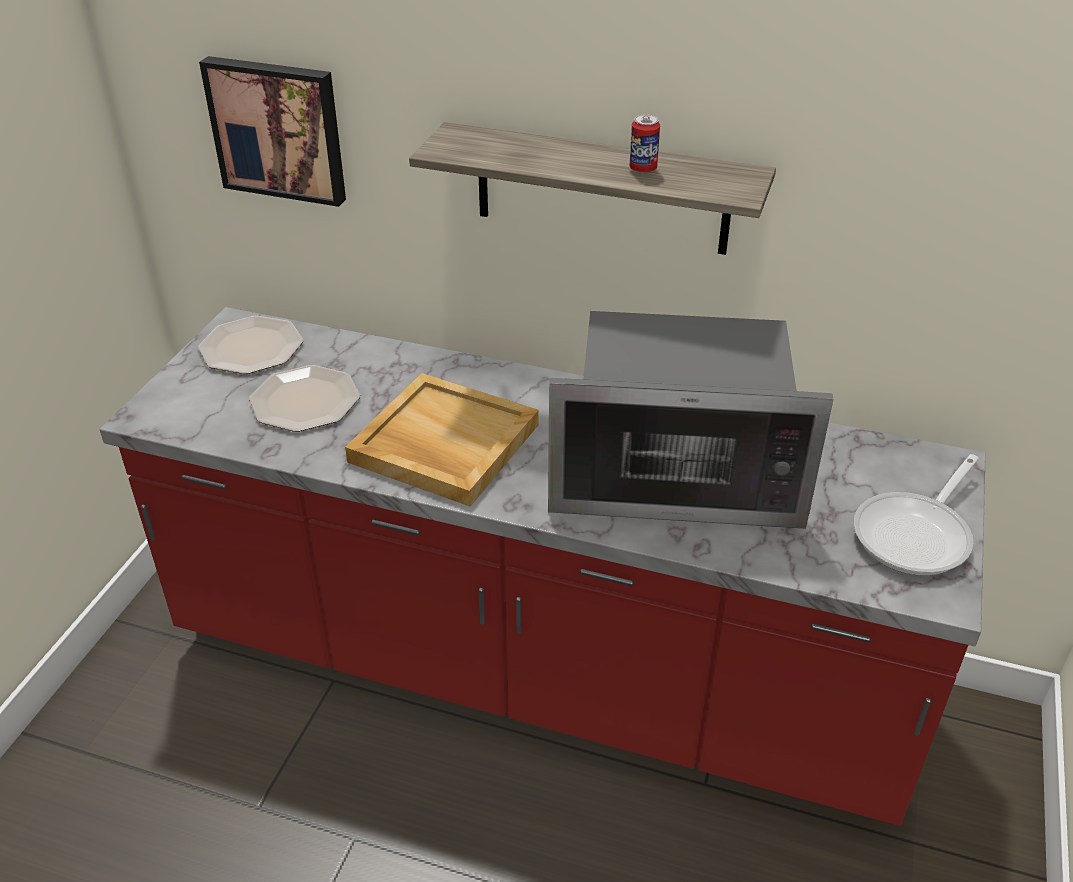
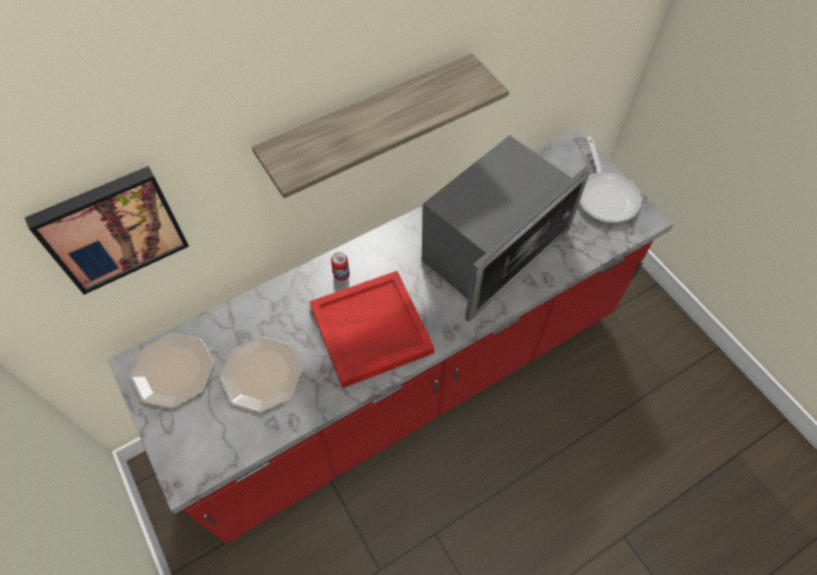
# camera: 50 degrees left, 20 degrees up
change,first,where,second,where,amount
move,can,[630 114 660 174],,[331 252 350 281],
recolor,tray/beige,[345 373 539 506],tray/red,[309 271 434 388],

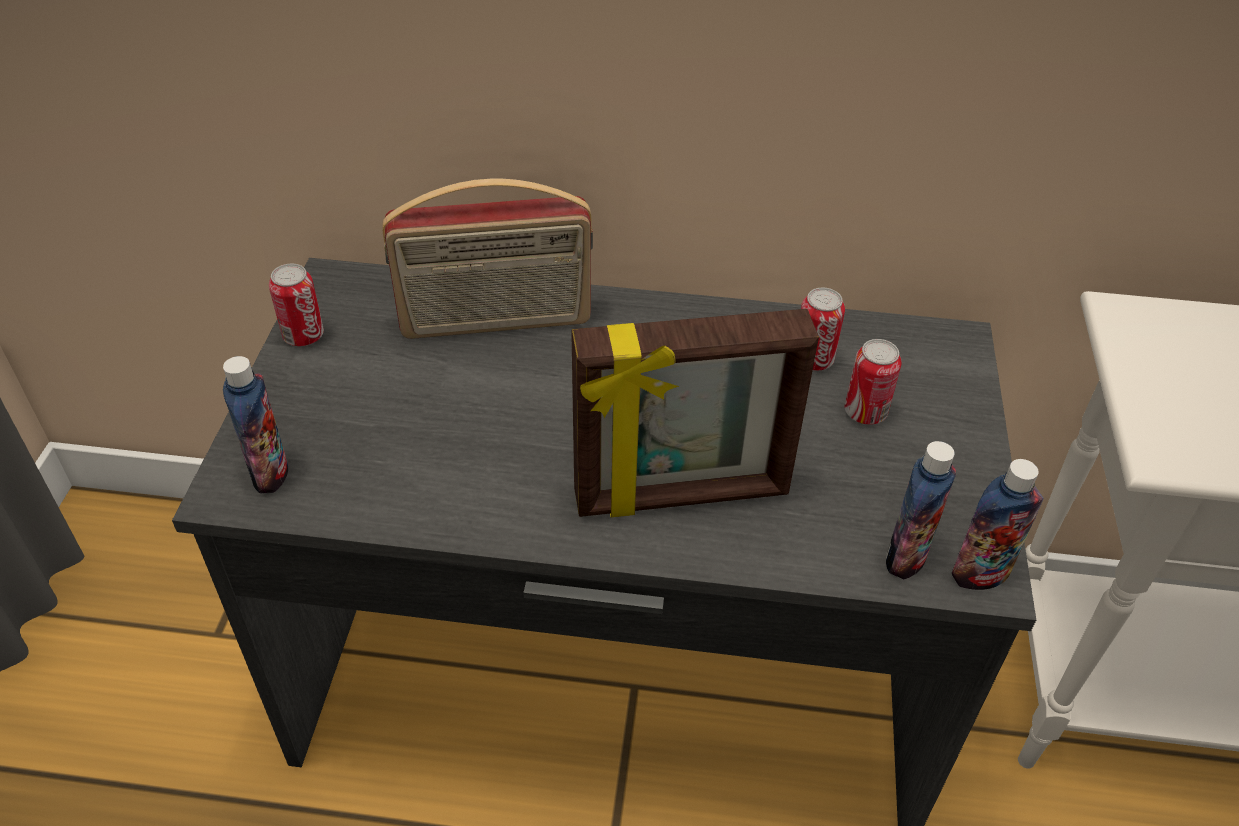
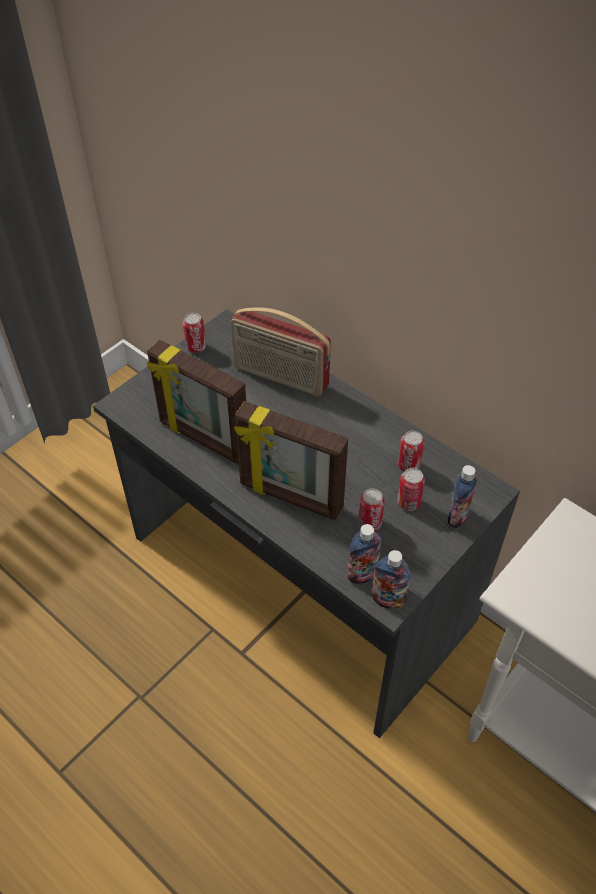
# camera: 35 degrees right, 5 degrees up
change,first,where,second,where,amount
insert,,,picture frame,[147 340 246 465],
insert,,,can,[358 489 385 531],
move,bottle,[223 356 288 494],,[448 465 477 528],

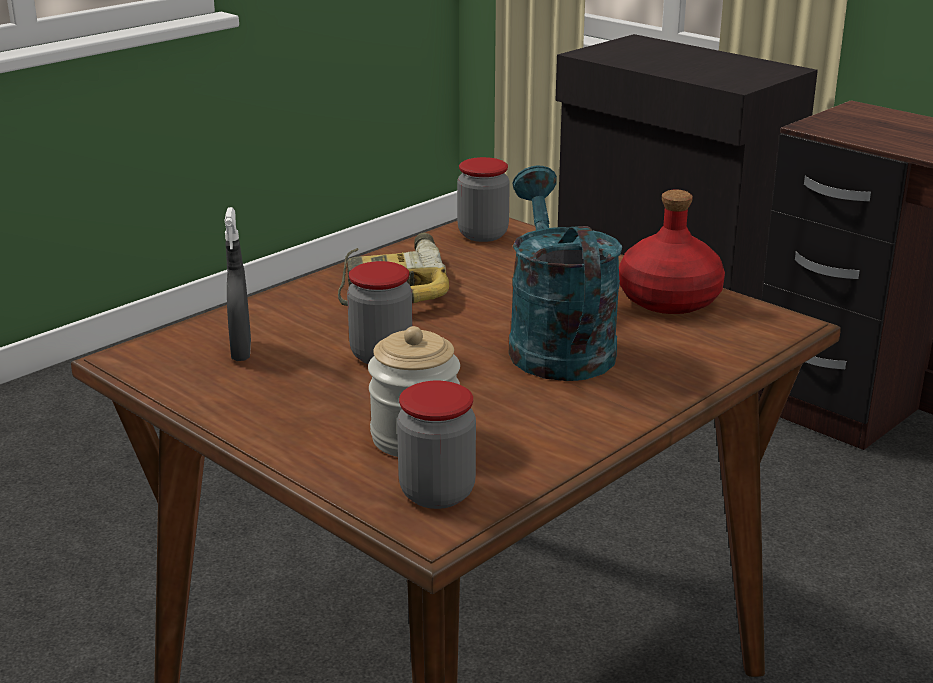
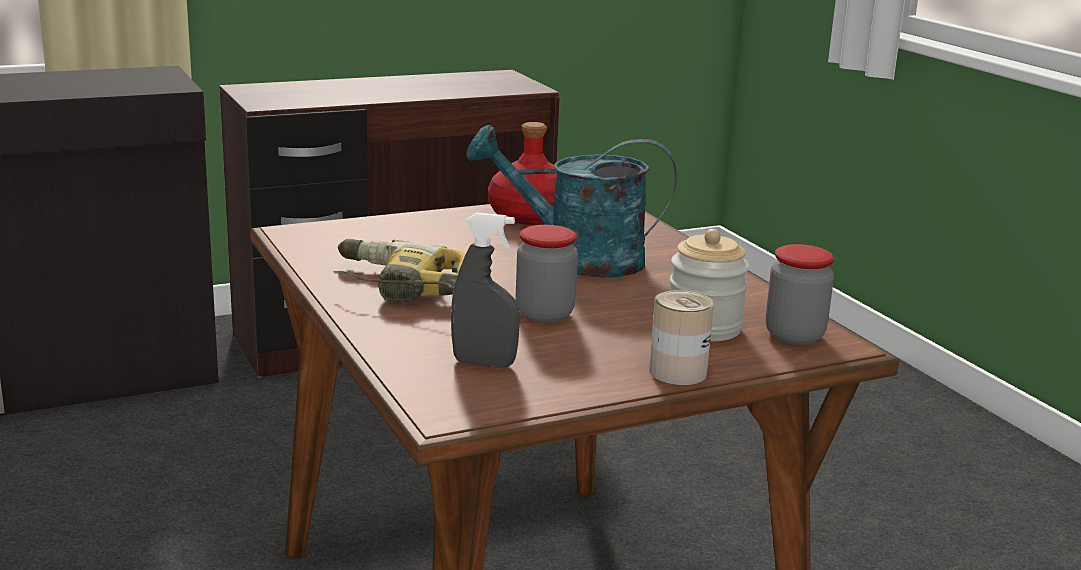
# camera: 70 degrees left, 5 degrees down
change,first,where,second,where,amount
delete,jar,[457 157 510 242],,,
insert,,,can,[649 290 714 385],

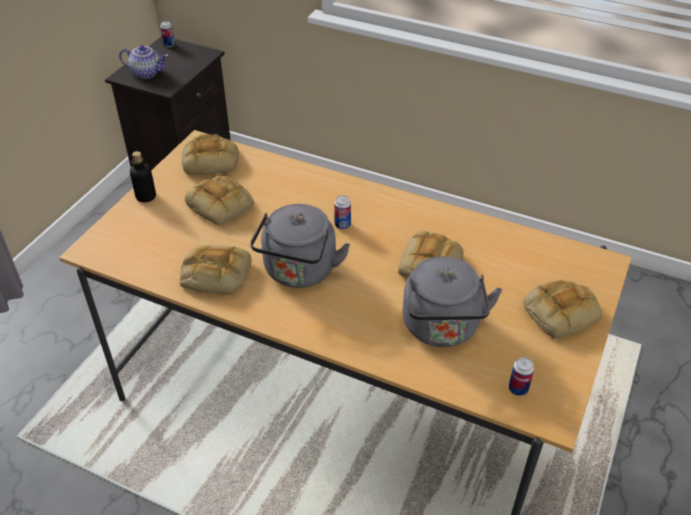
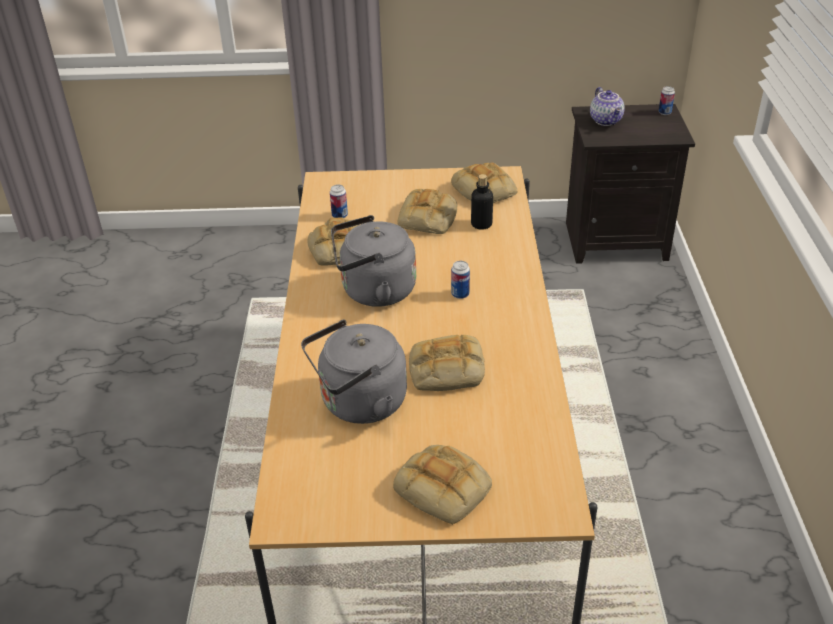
# camera: 65 degrees right, 5 degrees down
change,first,where,second,where,amount
move,bottle,[130 151 156 202],,[471 174 493 229],
move,can,[509 357 534 396],,[330 185 348 218],

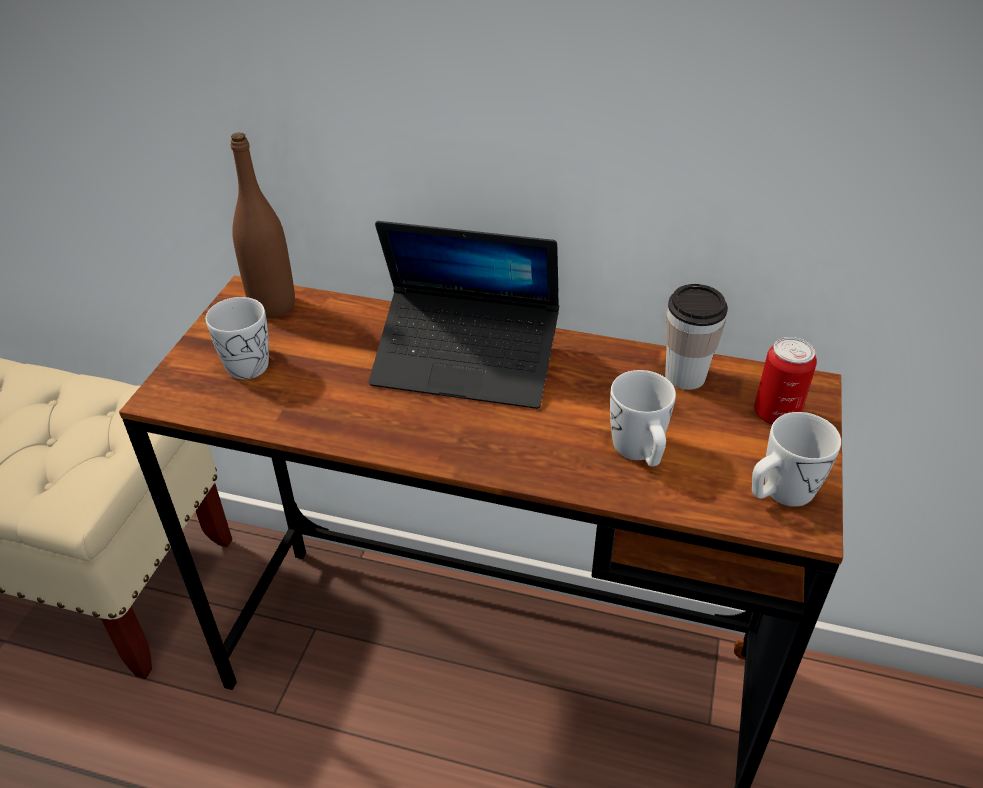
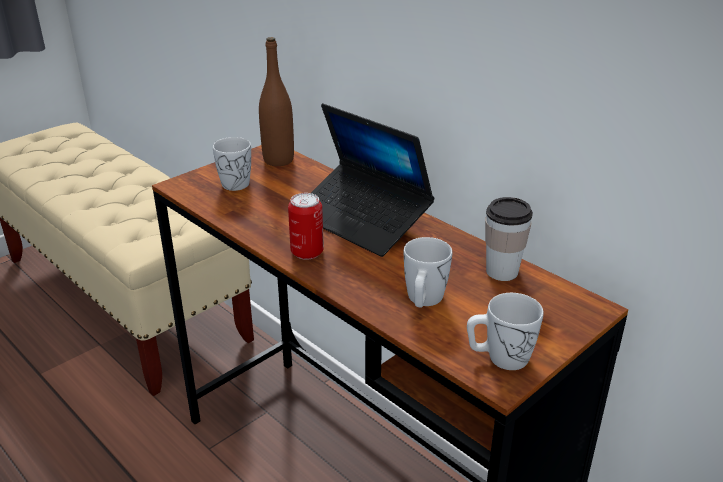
# camera: 30 degrees right, 10 degrees down
change,first,where,second,where,amount
move,can,[755 337 817 425],,[288 193 324 260],

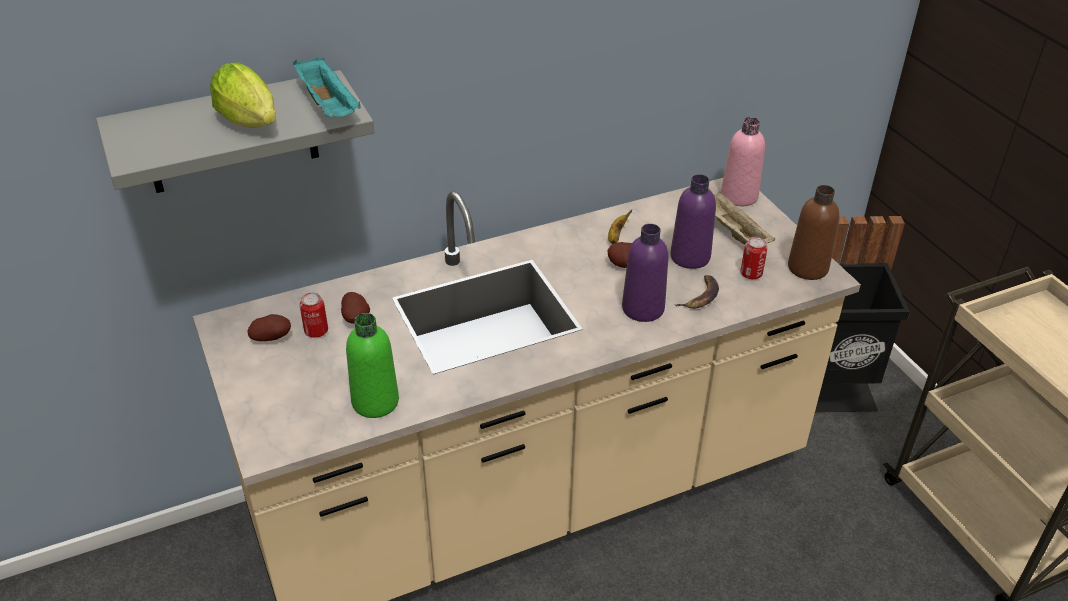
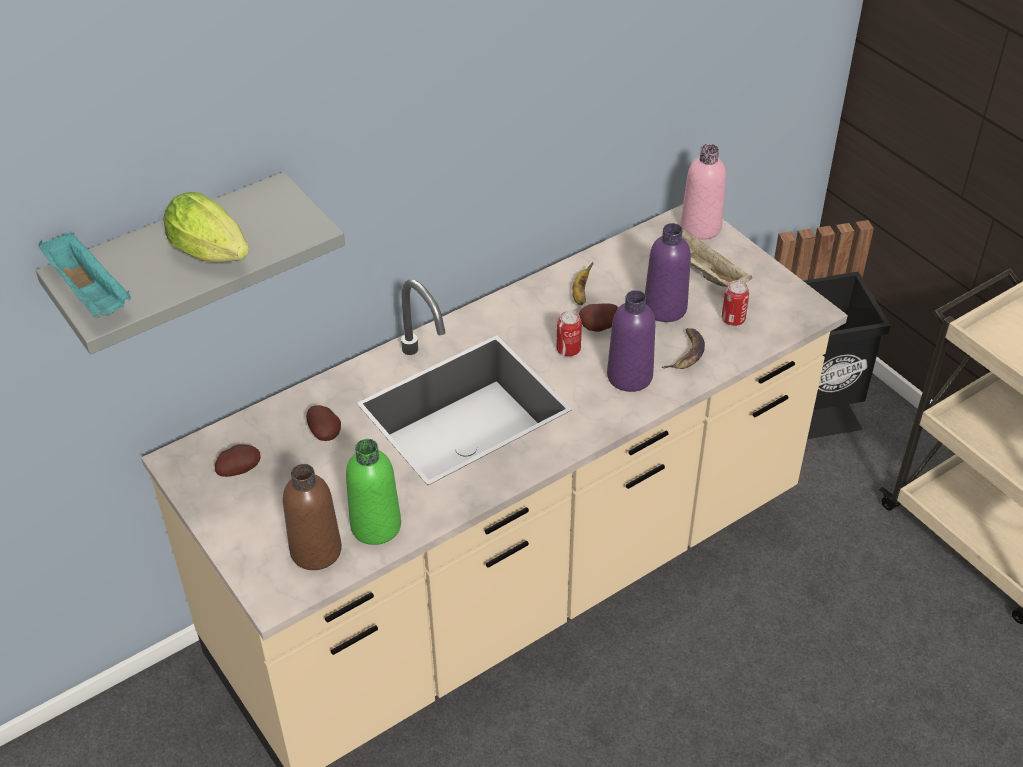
# camera: 10 degrees left, 5 degrees up
change,first,where,second,where,amount
move,tray/turquoise,[293 57 361 117],,[39 233 131 317],
move,can,[300 292 328 338],,[556 310 582 356],
move,bottle/brown,[788 185 839 280],,[283 464 342 570],

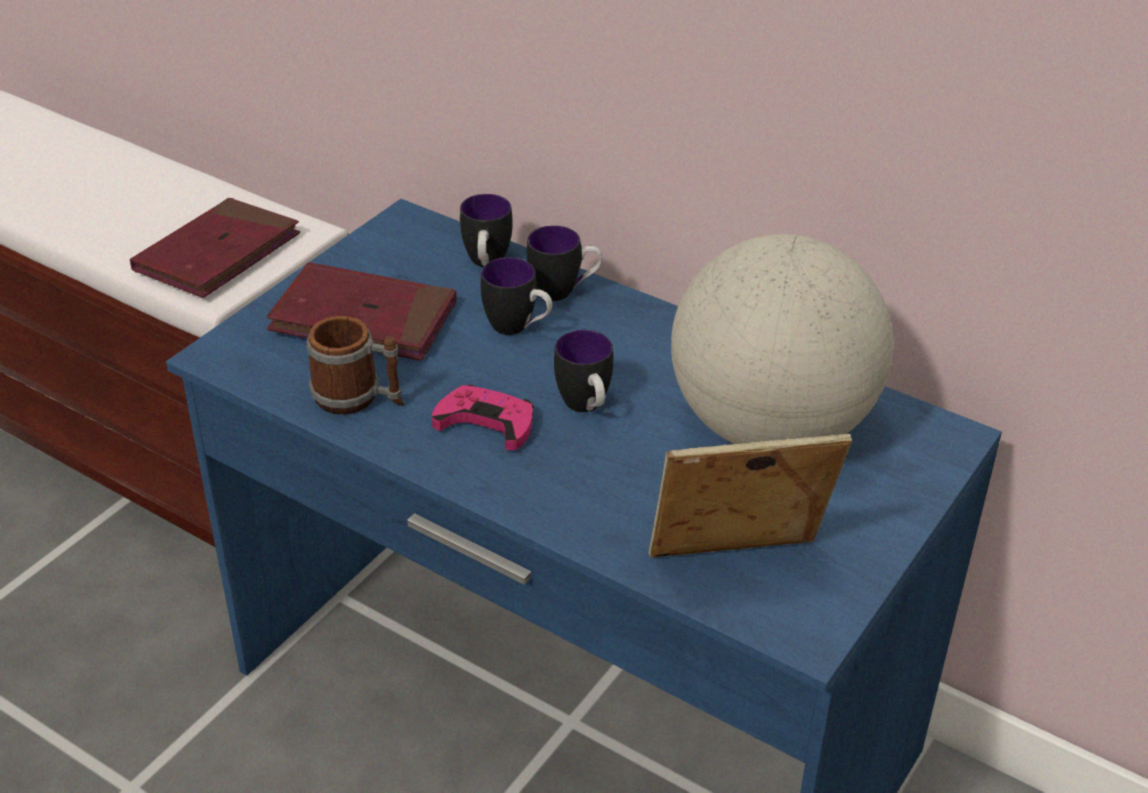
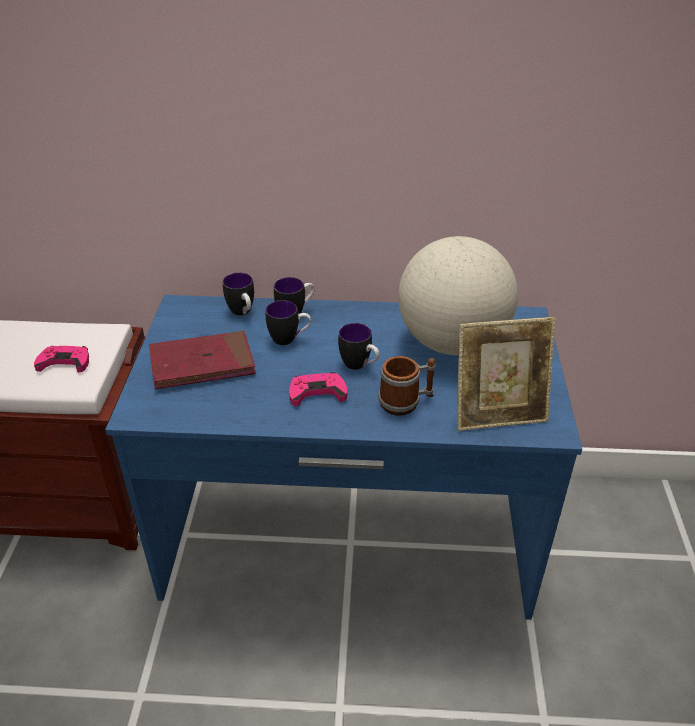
# camera: 30 degrees left, 0 degrees up
change,first,where,second,where,amount
move,mug,[306 316 404 414],,[378 356 435 416],
replace,book/red,[130 198 300 298],game controller/pink,[34 346 89 373],
rotate,picture frame,[648 434 852 558],,[457 317 556 431],150 degrees counterclockwise

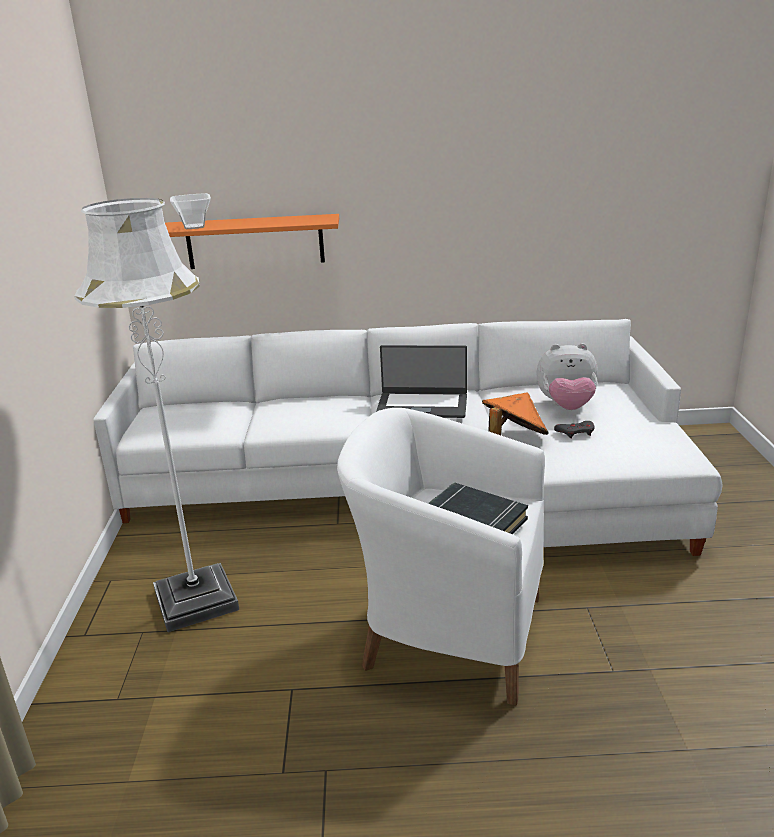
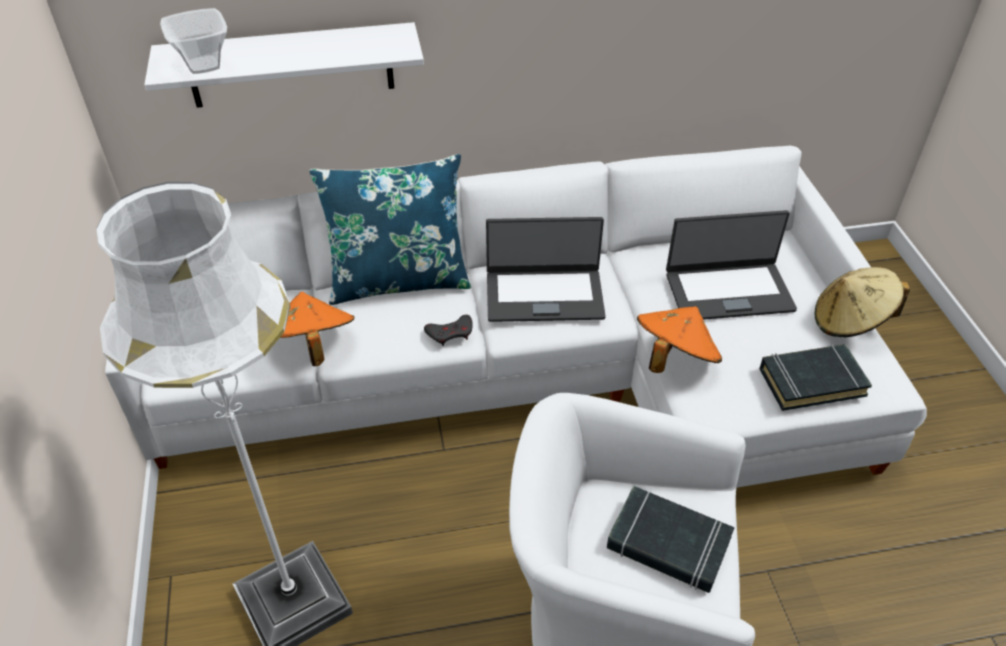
# camera: 10 degrees left, 20 degrees up
change,first,where,second,where,amount
insert,,,hat/orange,[280 292 355 366],
insert,,,pillow/blue,[309 154 471 305],
insert,,,book/black,[760 344 872 411],
insert,,,hat/beige,[815 267 910 337],
move,game controller/grey,[554 421 594 438],,[424 315 473 346],
replace,plush toy,[536 343 598 410],laptop,[666 210 797 320],
recolor,shelf/orange,[165 214 339 269],shelf/white,[144 22 424 108],

